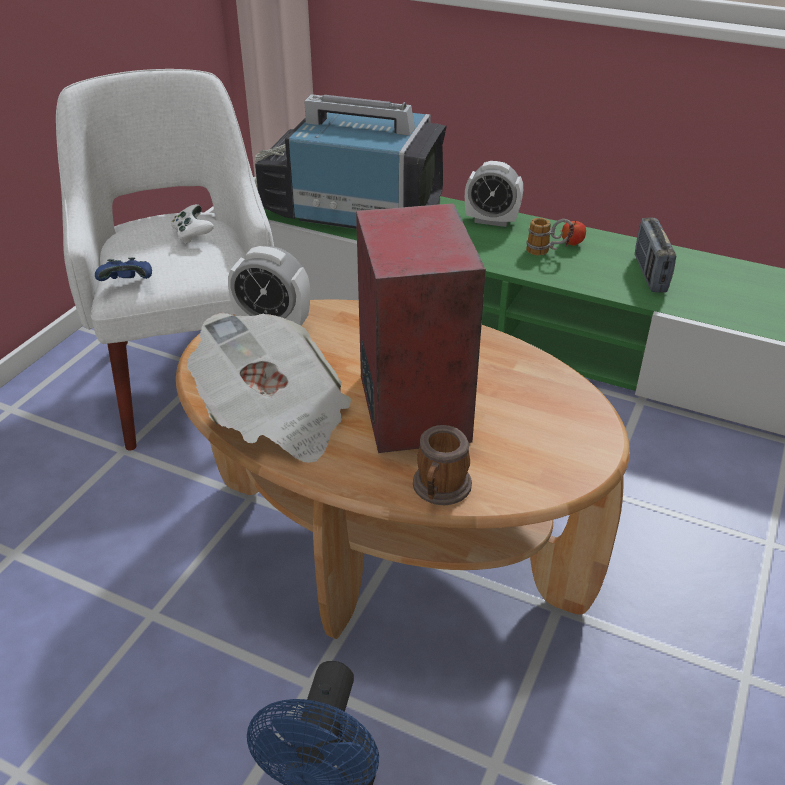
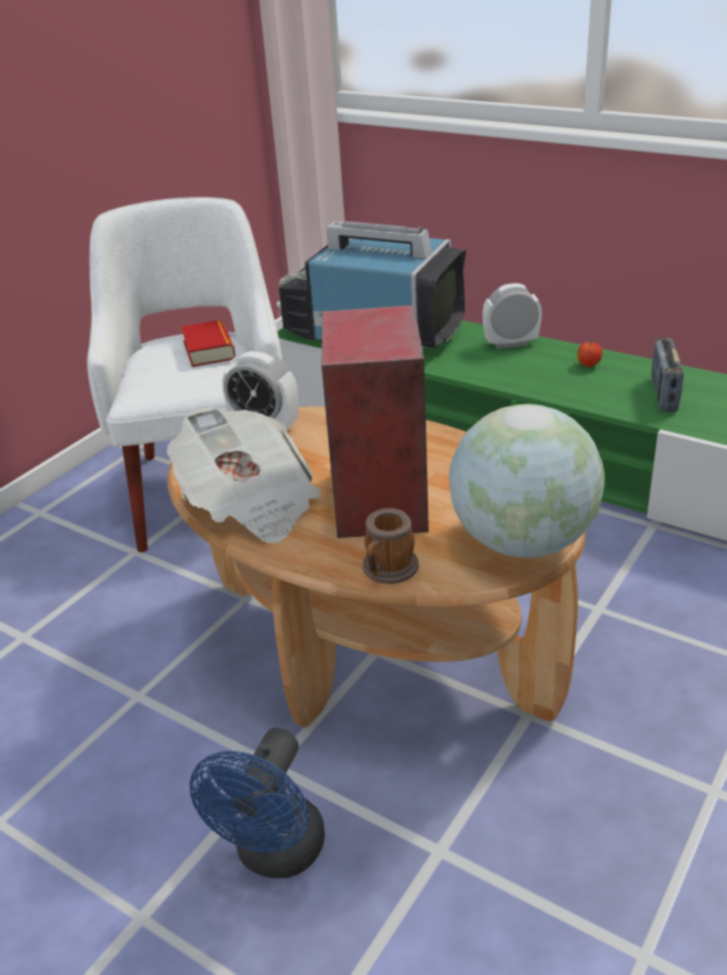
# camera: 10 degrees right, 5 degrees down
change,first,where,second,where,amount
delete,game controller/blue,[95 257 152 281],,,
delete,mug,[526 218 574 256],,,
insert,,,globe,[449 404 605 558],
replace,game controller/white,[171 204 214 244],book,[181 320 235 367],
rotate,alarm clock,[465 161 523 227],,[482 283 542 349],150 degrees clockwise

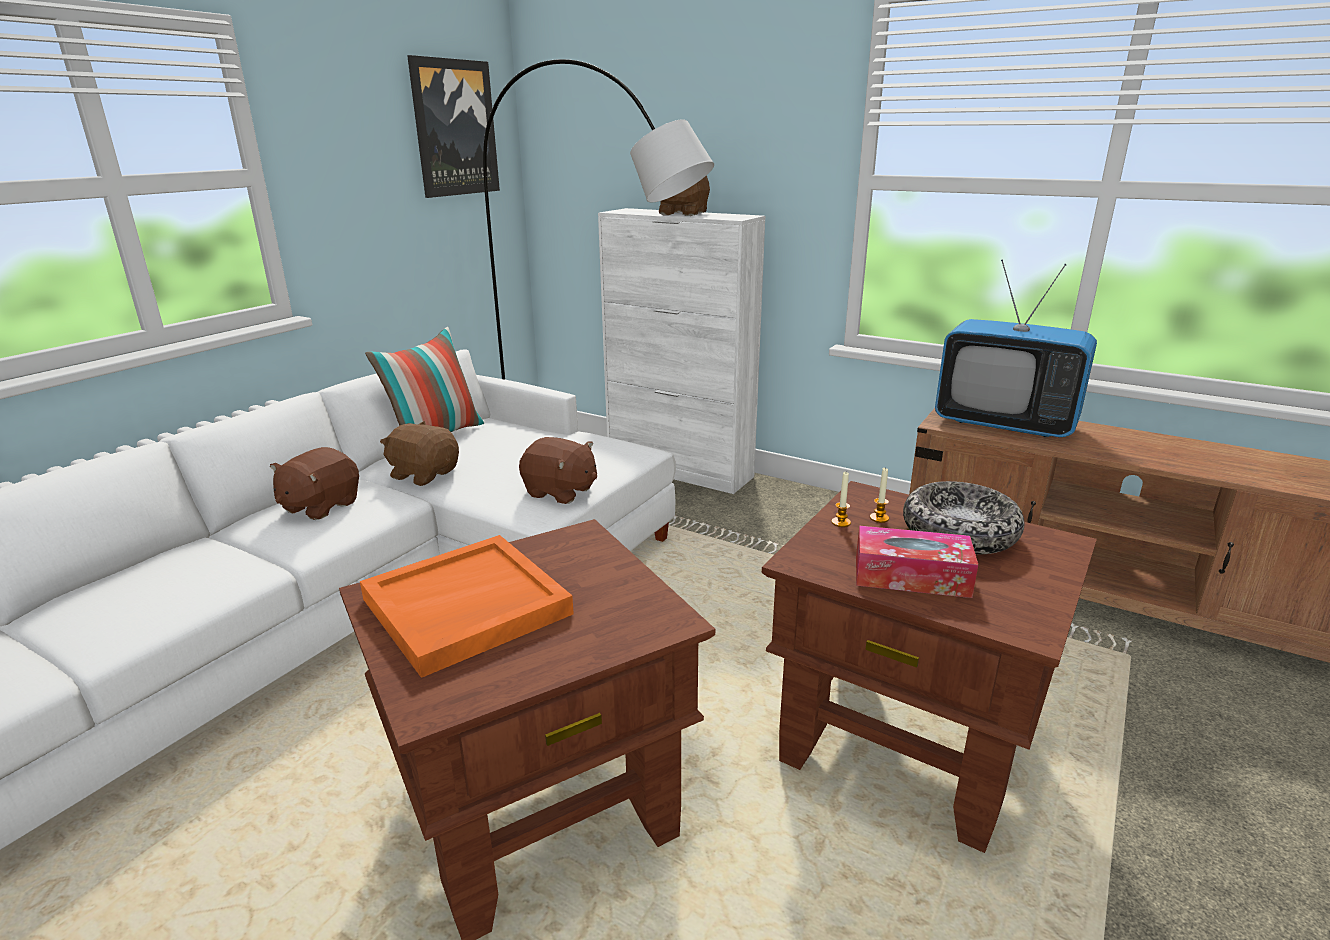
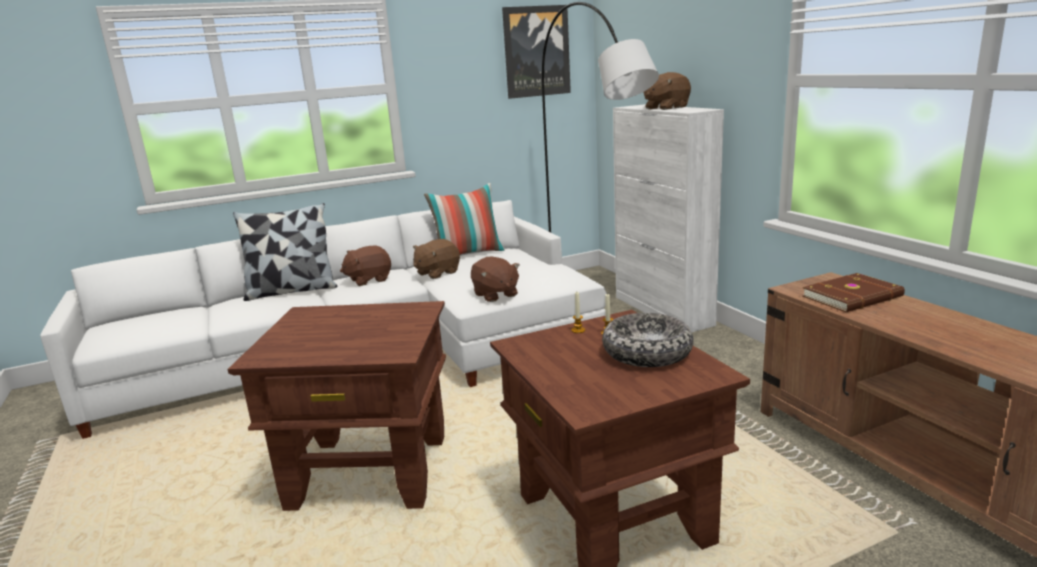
# camera: 35 degrees right, 5 degrees down
change,first,where,second,where,amount
delete,tray/orange,[360 535 574 678],,,
delete,tissue box,[856 526 978 598],,,
insert,,,pillow,[233 203 337 301],
replace,television,[935 259 1097 437],book/brown,[802 273 905 312],
rotate,plush toy/brown,[380 421 459 486],,[413 239 460 279],105 degrees counterclockwise

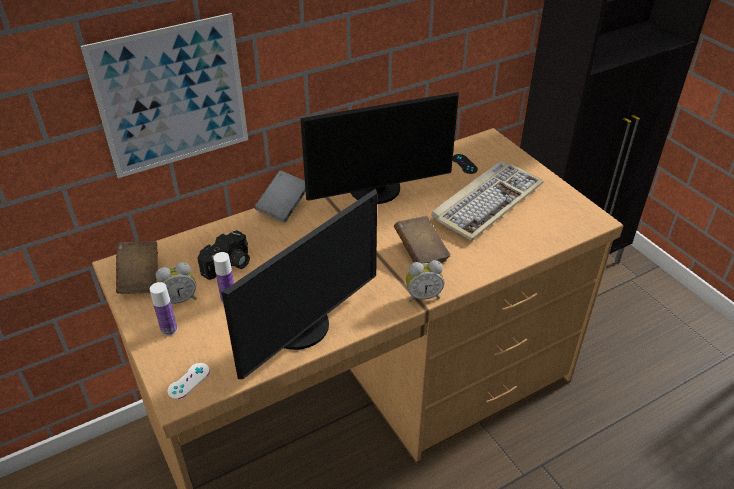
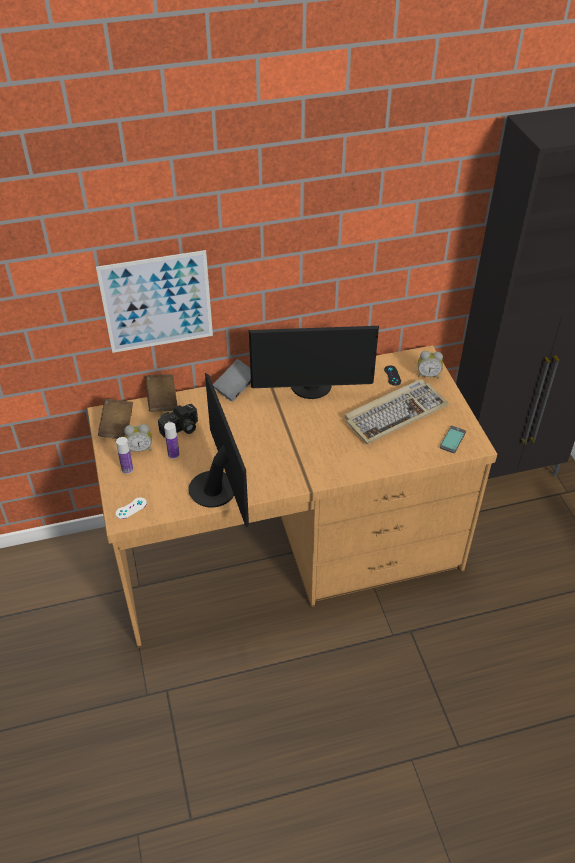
# camera: 15 degrees right, 5 degrees up
change,first,where,second,where,amount
insert,,,phone,[440 426 466 453],
move,book/brown,[394 216 450 264],,[145 374 178 412],
move,alarm clock,[406 260 444 302],,[418 351 443 379],
rotate,monitor,[221 188 377 379],,[188 373 249 527],75 degrees counterclockwise

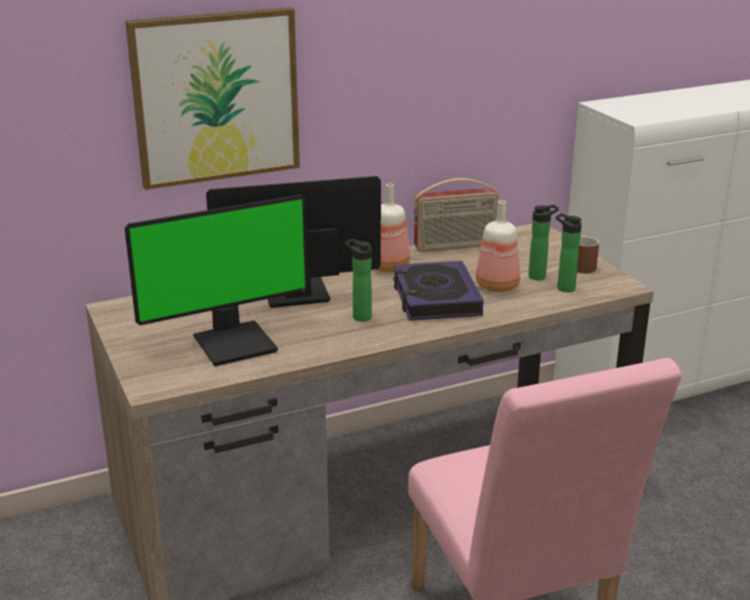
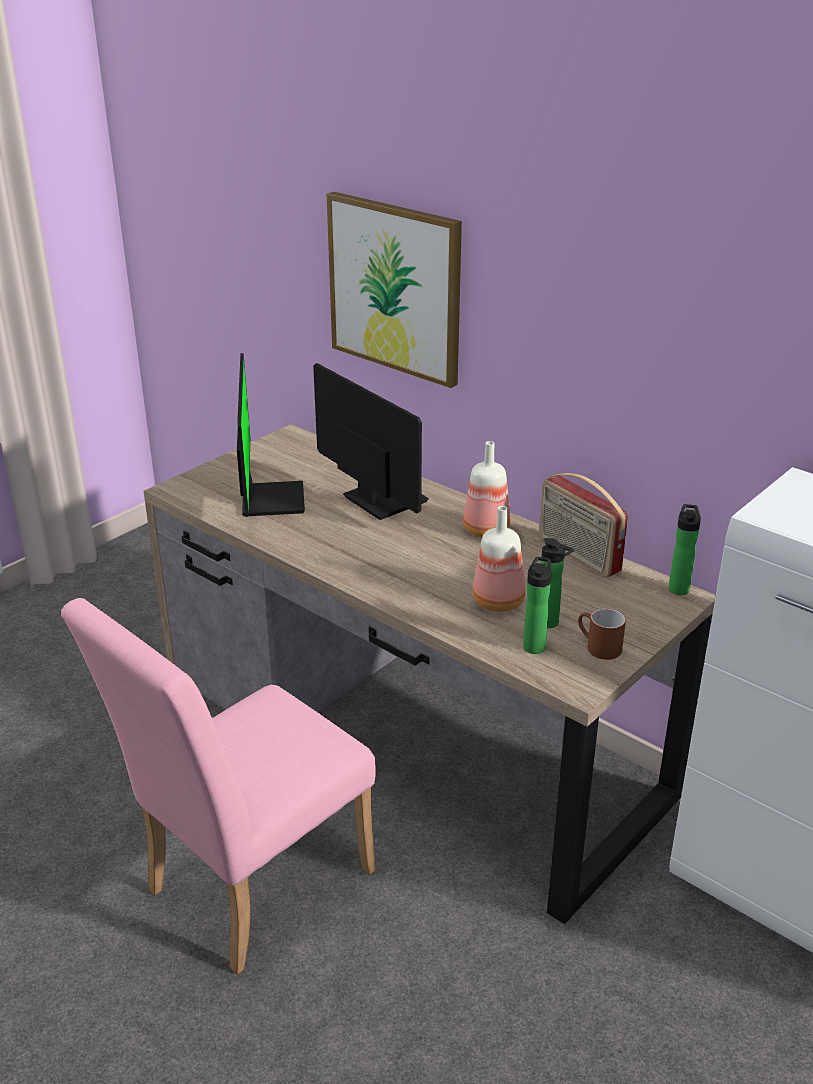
# camera: 65 degrees right, 5 degrees up
change,first,where,second,where,amount
delete,book,[393 261 484 321],,,
move,bottle,[345 239 372 322],,[669 504 701 595],
rotate,monitor,[125 195 309 366],,[237 353 305 517],135 degrees counterclockwise

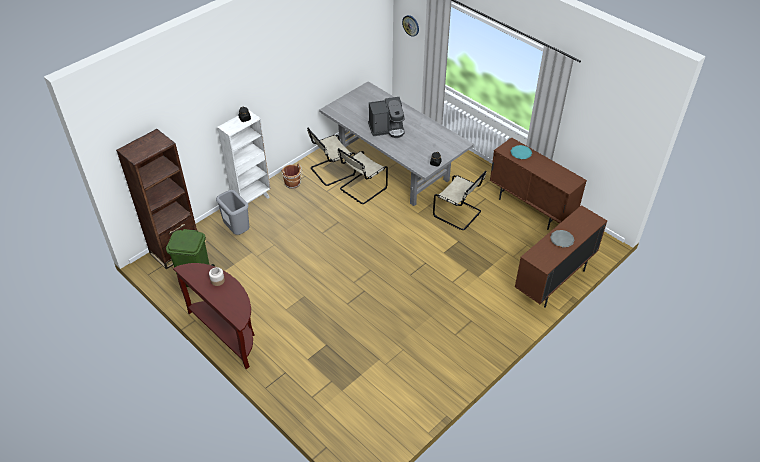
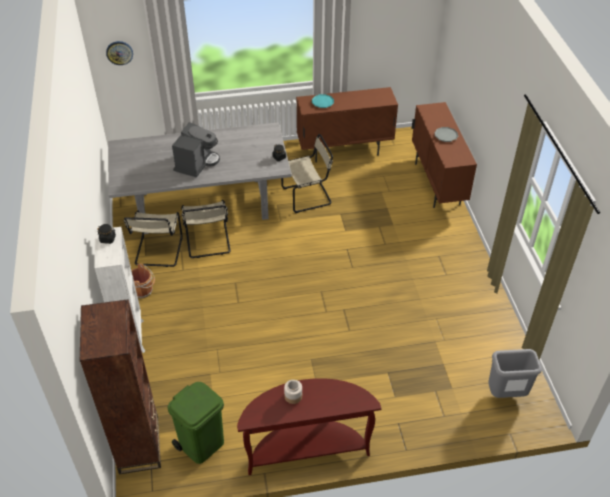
# camera: 55 degrees left, 0 degrees up
change,first,where,second,where,amount
move,trash can/grey,[216 190 249 235],,[488 349 542 398],

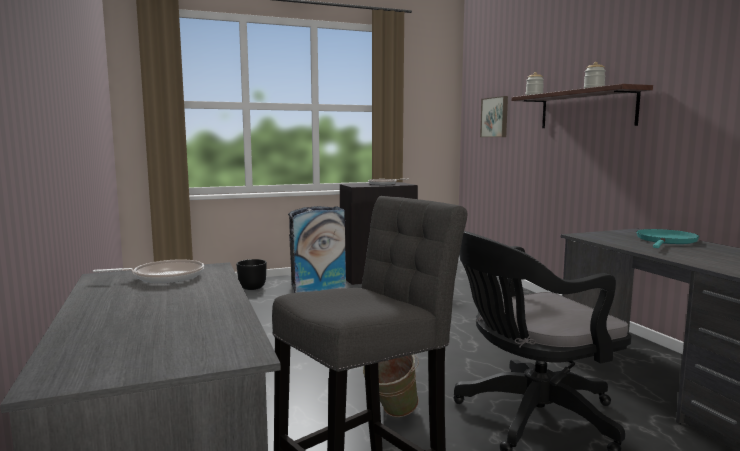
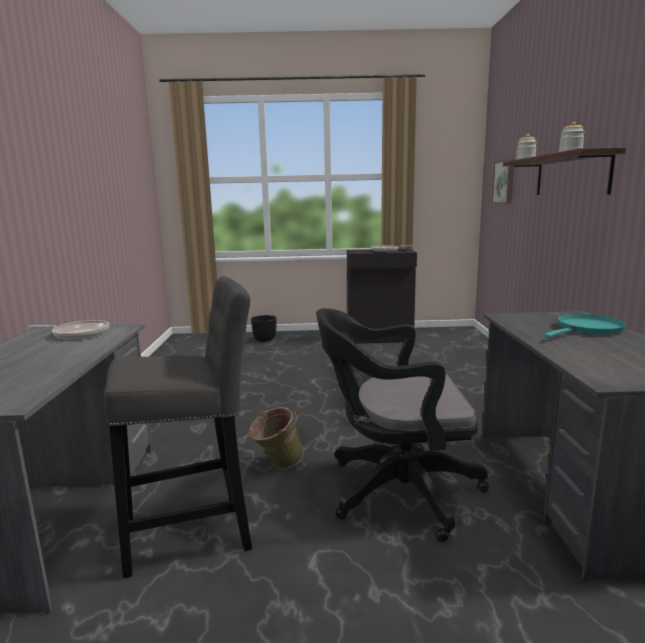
# camera: 20 degrees right, 5 degrees up
change,first,where,second,where,amount
delete,trash can,[288 206 346 293],,,

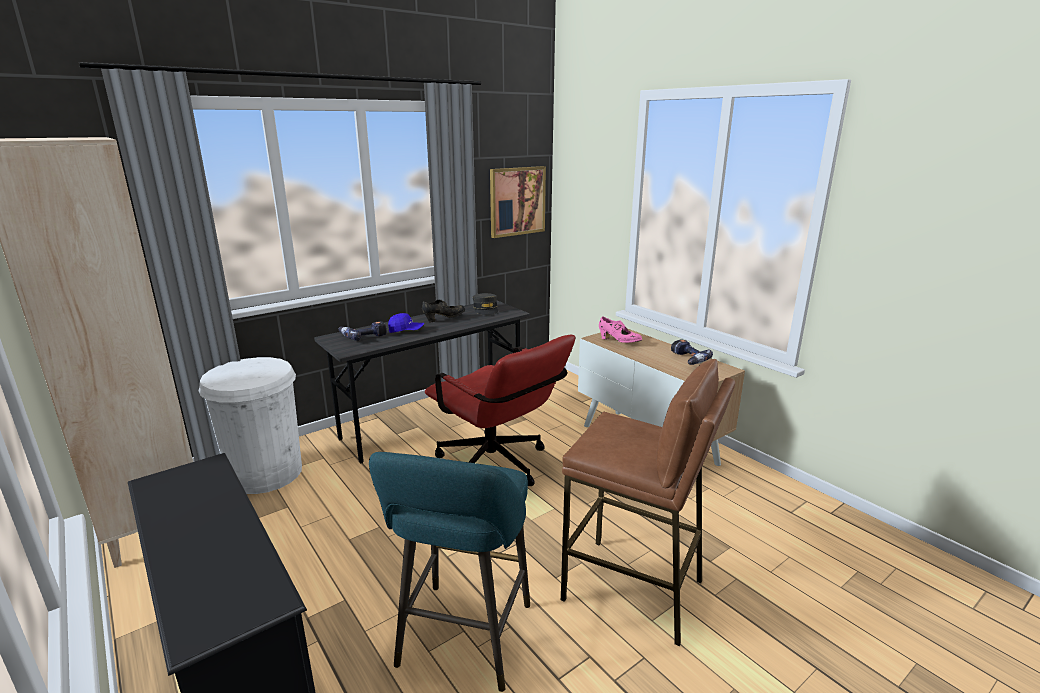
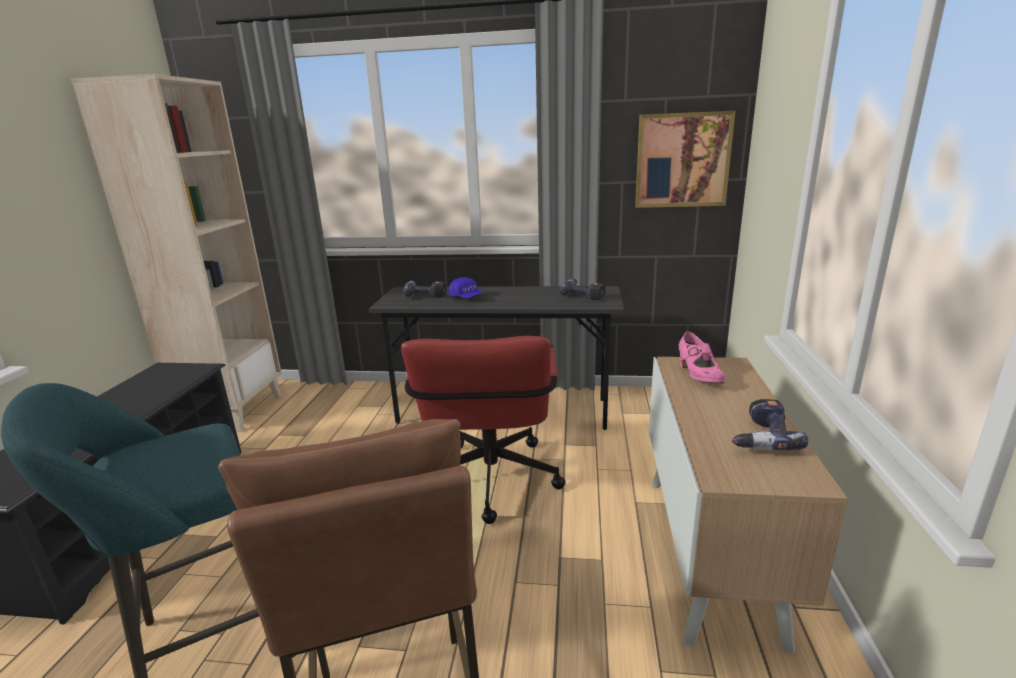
# camera: 45 degrees right, 0 degrees up
change,first,where,second,where,amount
delete,trash can/white,[199 357 302 494],,,
delete,shoe/black,[422 300 465 322],,,
replace,cap/grey,[473 293 498 315],power drill,[559 279 605 300],

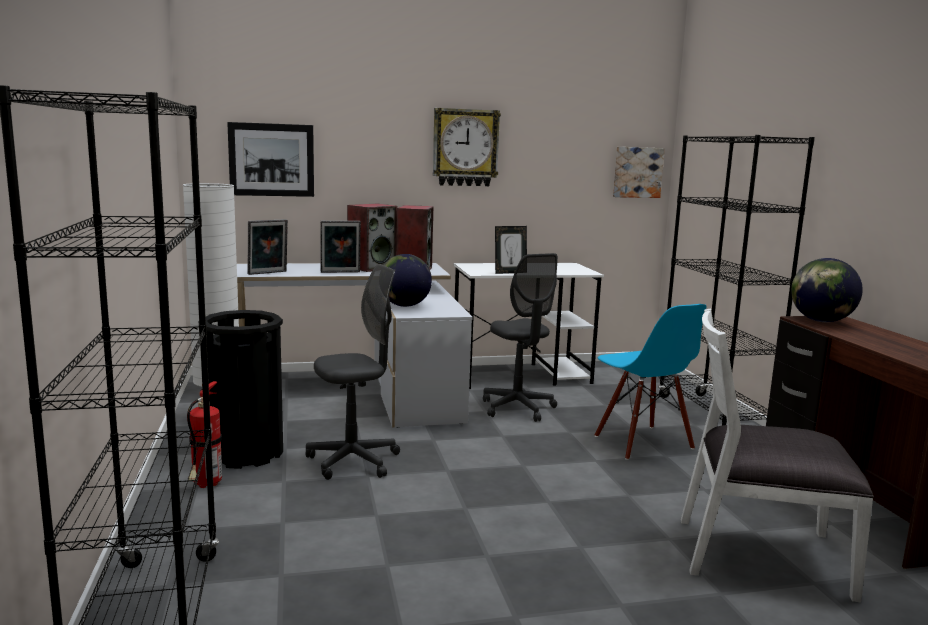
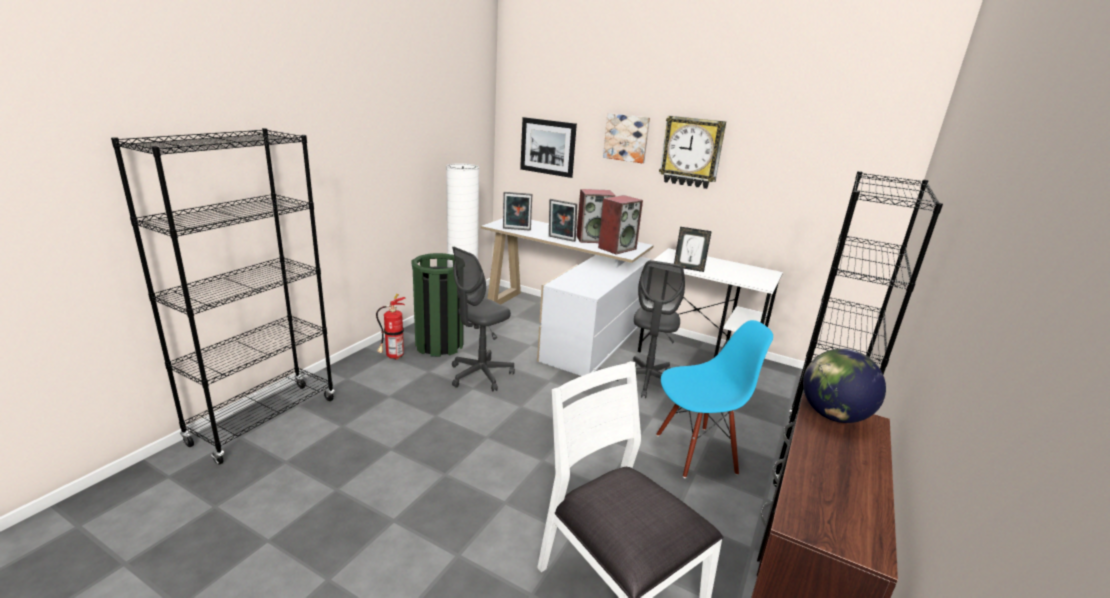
# camera: 40 degrees right, 10 degrees up
change,first,where,second,where,amount
delete,globe,[384 254 432 307],,,
move,picture,[613 147 665 198],,[603 113 650 163],
recolor,trash can/black,[206 310 283 469],trash can/green,[411 253 463 357],
rotate,office chair/grey,[305 264 400 480],,[452 247 515 391],120 degrees clockwise
rotate,chair/blue,[595 304 706 460],,[656 320 773 478],120 degrees counterclockwise

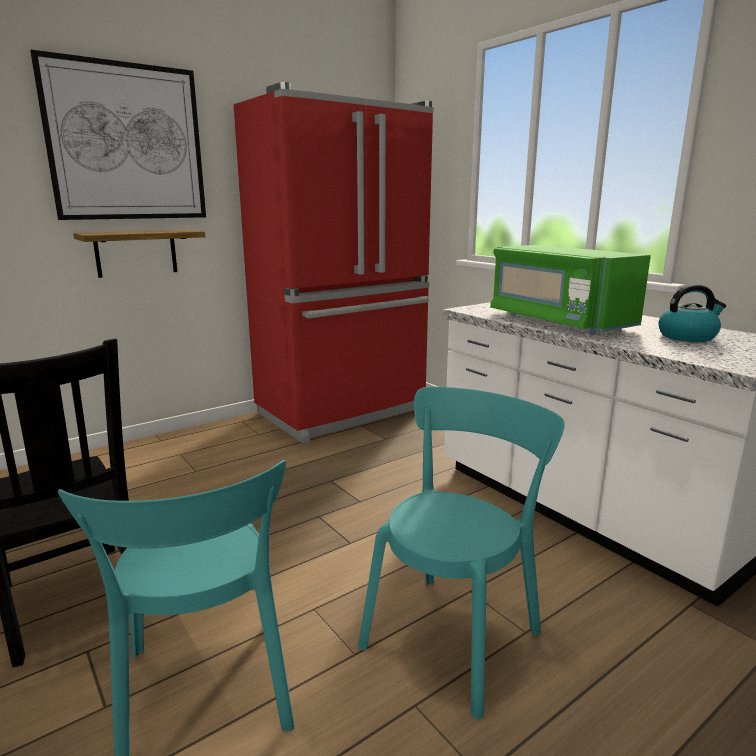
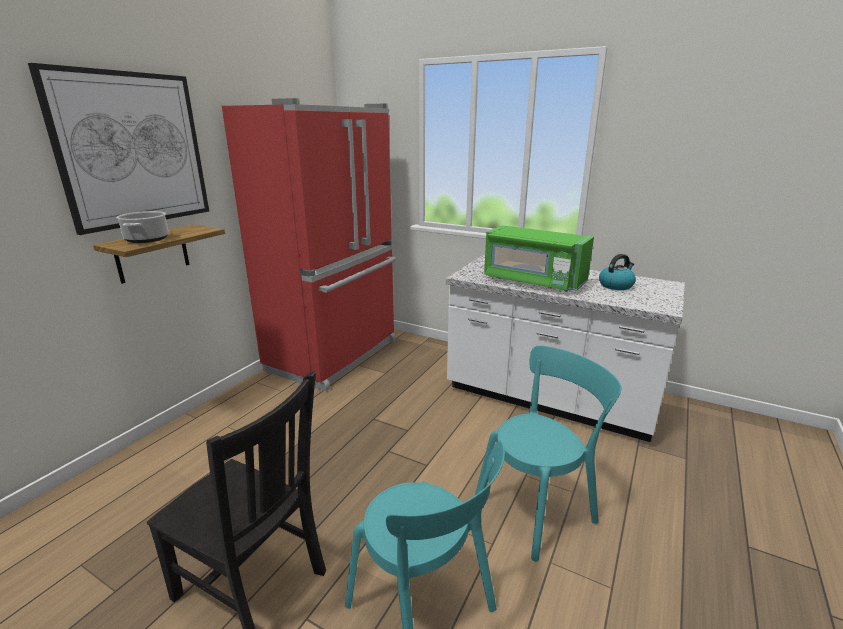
# camera: 25 degrees left, 5 degrees up
change,first,where,second,where,amount
insert,,,cooking pot,[116 211 169 243],
rotate,chair/turquoise,[358 387 565 719],,[475 345 622 562],45 degrees clockwise

